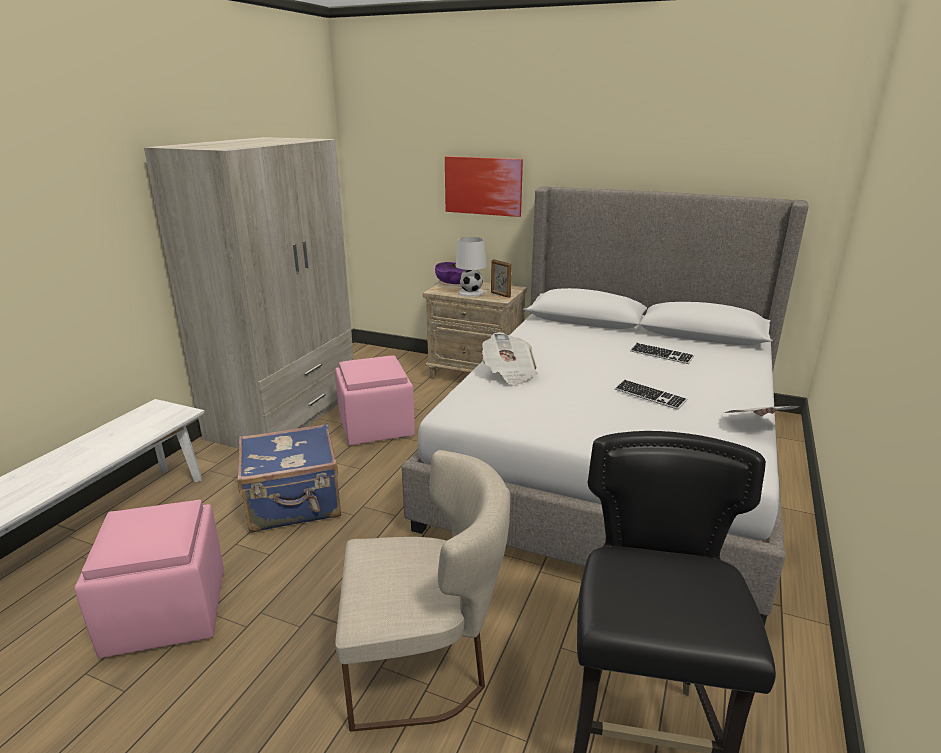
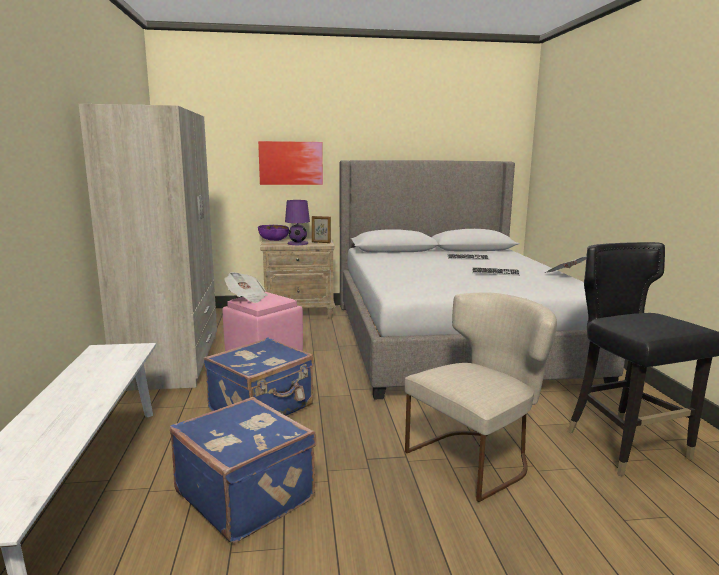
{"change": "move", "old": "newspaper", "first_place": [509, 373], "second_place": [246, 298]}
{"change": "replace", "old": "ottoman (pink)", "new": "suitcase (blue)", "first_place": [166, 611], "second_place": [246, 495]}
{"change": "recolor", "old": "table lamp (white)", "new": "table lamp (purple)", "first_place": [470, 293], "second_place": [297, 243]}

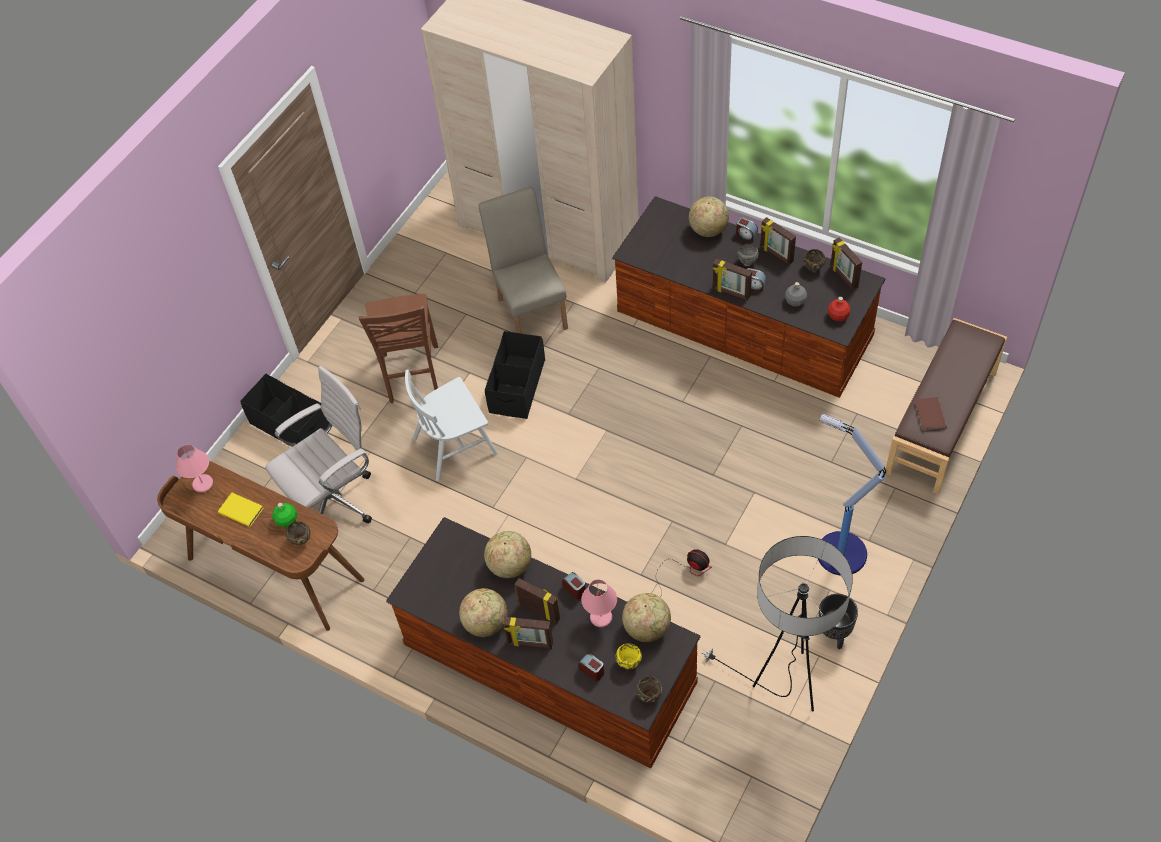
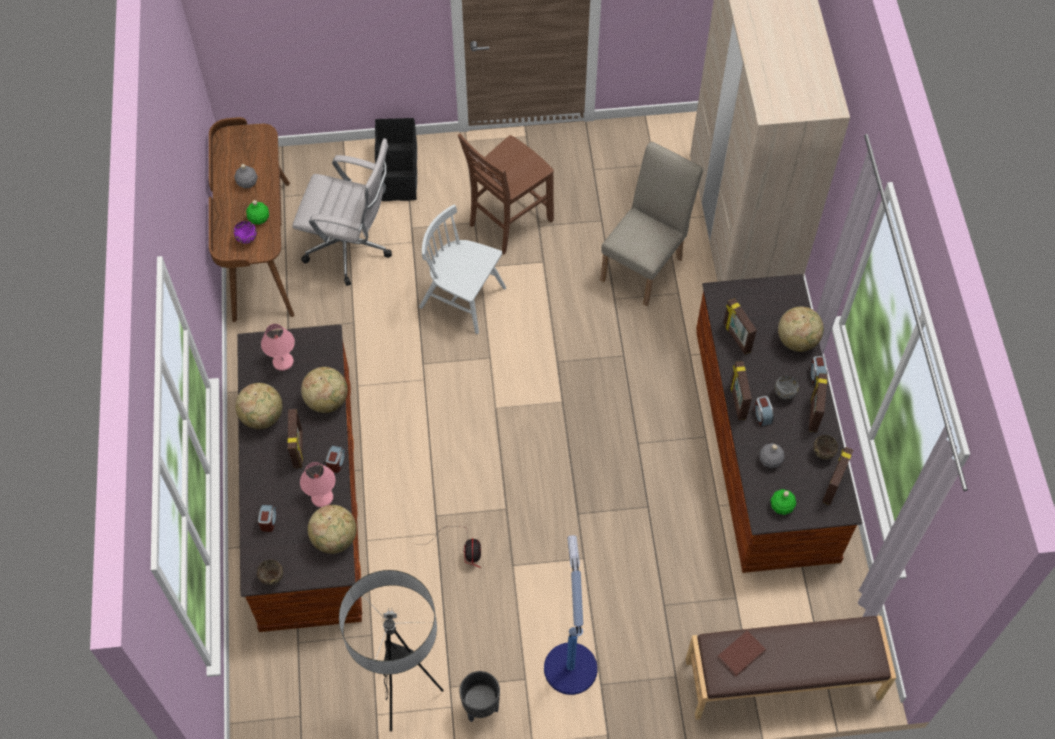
{"change": "delete", "old": "storage box (black)", "first_place": [517, 386]}
{"change": "delete", "old": "bowl (yellow)", "first_place": [629, 662]}
{"change": "move", "old": "table lamp (pink)", "first_place": [203, 484], "second_place": [282, 362]}
{"change": "move", "old": "picture frame", "first_place": [530, 644], "second_place": [736, 338]}
{"change": "replace", "old": "book (yellow)", "new": "bottle (grey)", "first_place": [241, 509], "second_place": [247, 182]}
{"change": "recolor", "old": "bowl (brown)", "new": "bowl (purple)", "first_place": [301, 540], "second_place": [247, 240]}
{"change": "recolor", "old": "bottle (red)", "new": "bottle (green)", "first_place": [838, 316], "second_place": [781, 506]}

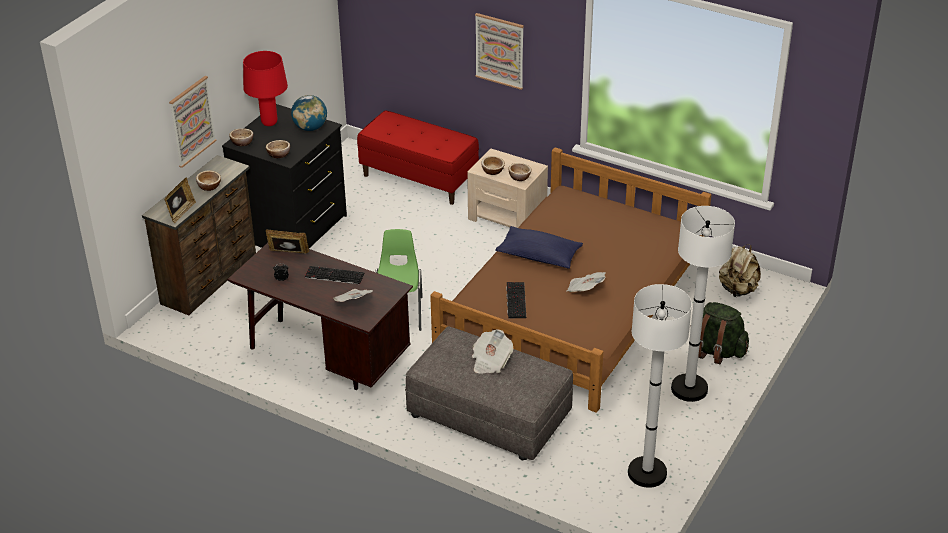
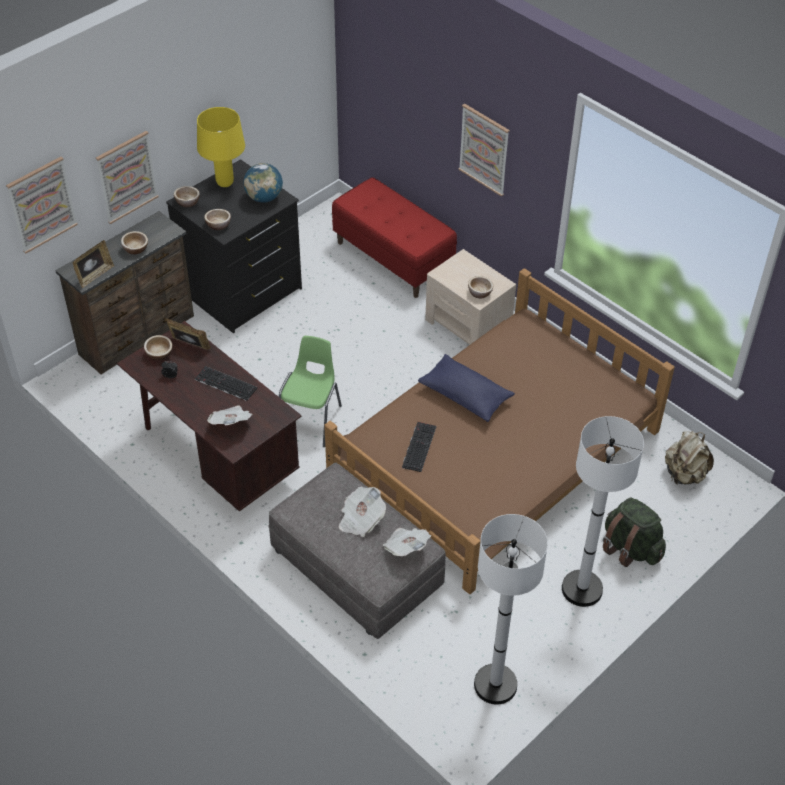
{"change": "insert", "new": "picture", "second_place": [41, 204]}
{"change": "move", "old": "bowl", "first_place": [492, 171], "second_place": [159, 354]}
{"change": "move", "old": "newspaper", "first_place": [585, 290], "second_place": [406, 547]}
{"change": "recolor", "old": "table lamp (red)", "new": "table lamp (yellow)", "first_place": [269, 123], "second_place": [225, 182]}

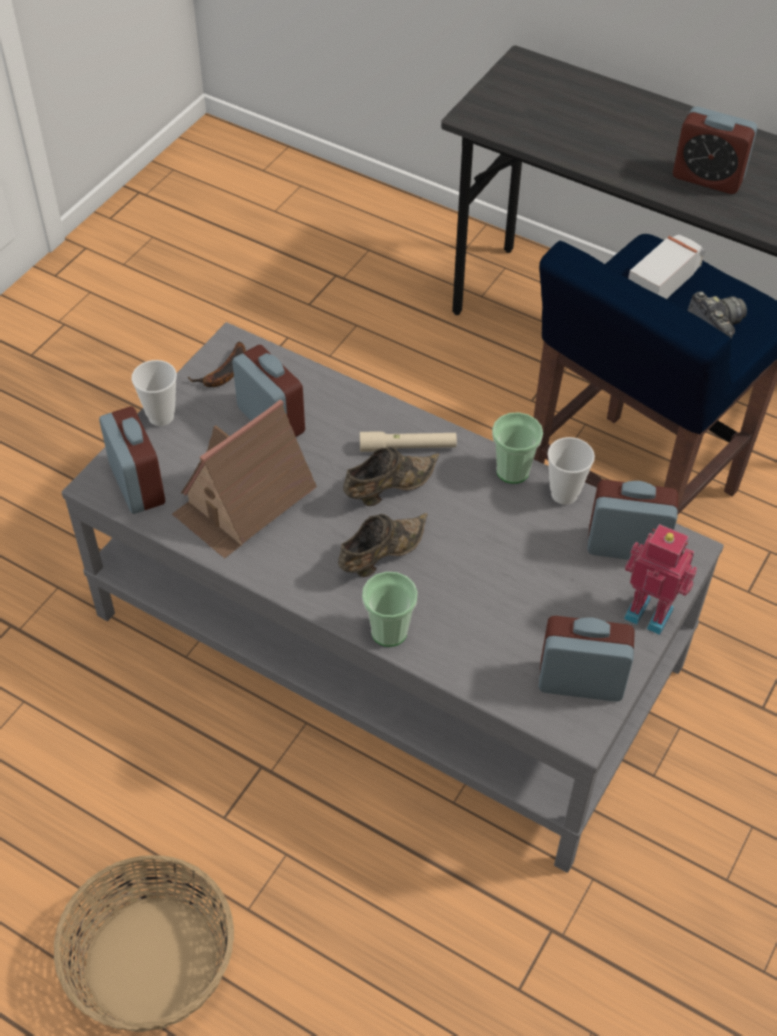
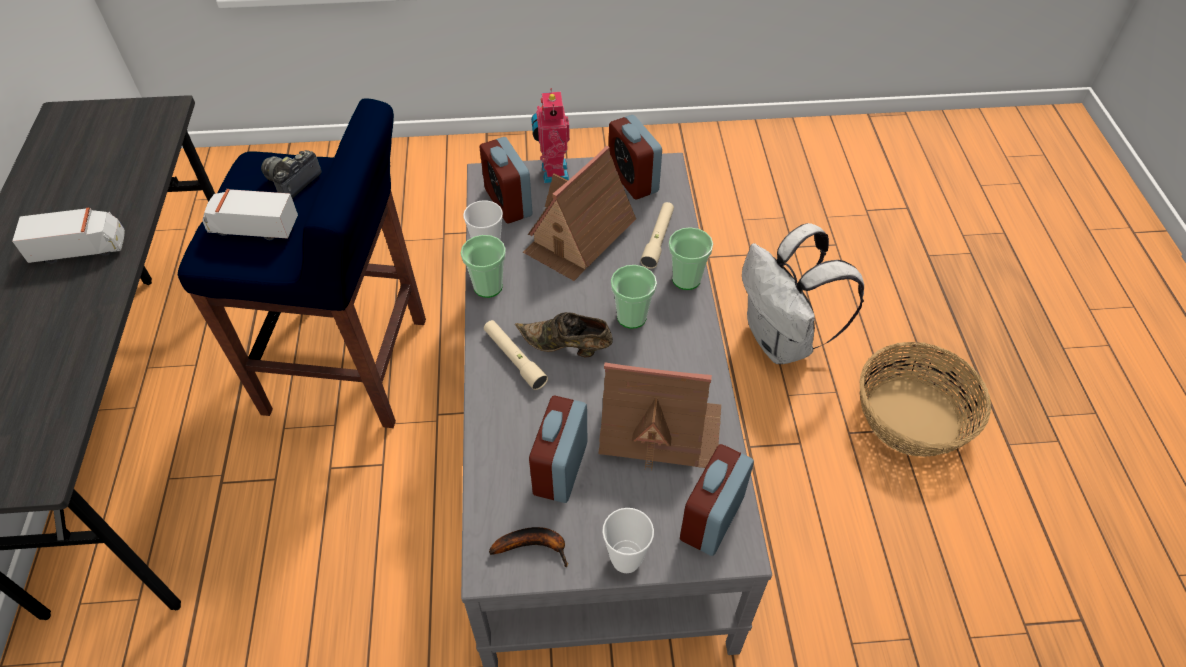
{"change": "insert", "new": "toy house", "second_place": [578, 237]}
{"change": "insert", "new": "flashlight (beige)", "second_place": [658, 239]}
{"change": "insert", "new": "backpack (white)", "second_place": [782, 341]}
{"change": "replace", "old": "shoe (brown)", "new": "cup", "first_place": [380, 556], "second_place": [631, 317]}
{"change": "replace", "old": "alarm clock", "new": "toy truck", "first_place": [707, 178], "second_place": [80, 248]}

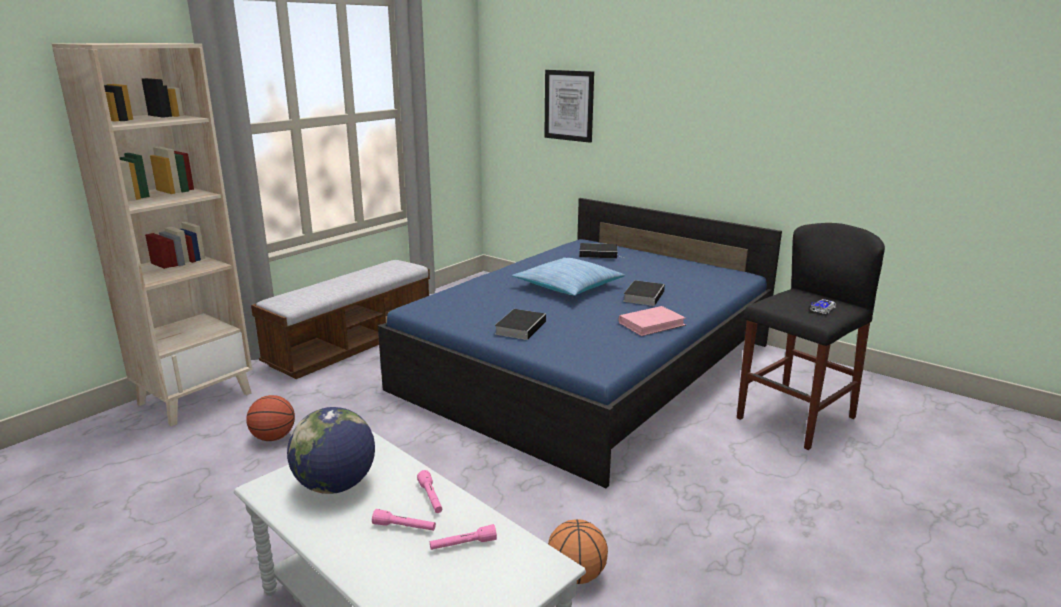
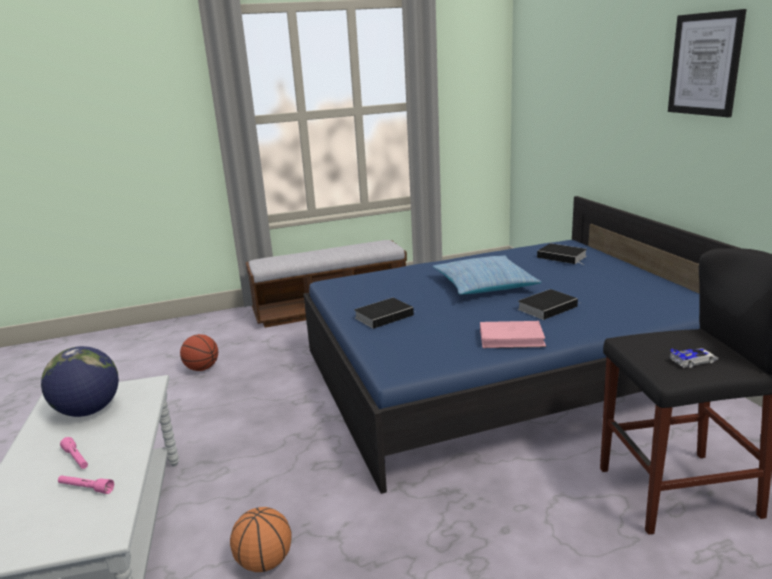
{"change": "delete", "old": "bookcase (beige)", "first_place": [195, 398]}
{"change": "delete", "old": "flashlight (pink)", "first_place": [431, 498]}
{"change": "move", "old": "picture", "first_place": [569, 105], "second_place": [705, 64]}

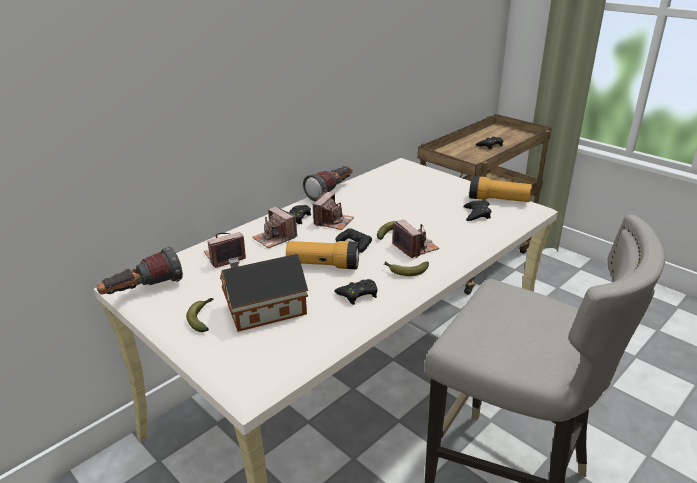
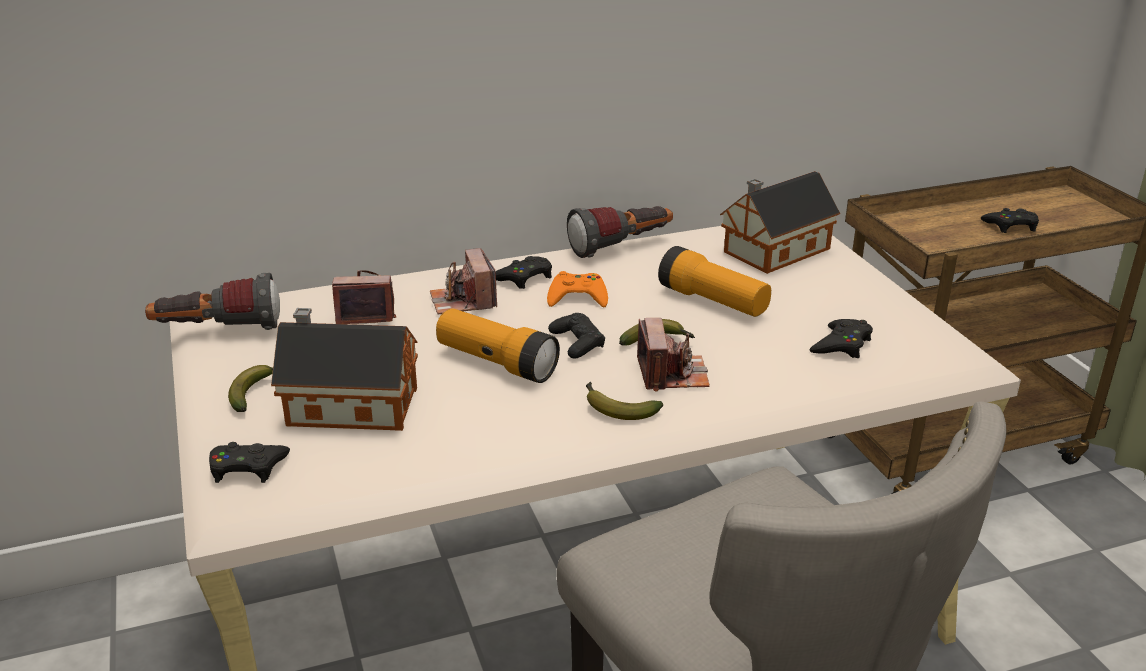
{"change": "insert", "new": "toy house", "second_place": [772, 251]}
{"change": "move", "old": "game controller (black)", "first_place": [358, 294], "second_place": [247, 467]}
{"change": "move", "old": "flashlight", "first_place": [498, 200], "second_place": [713, 302]}
{"change": "replace", "old": "photo camera", "new": "game controller (orange)", "first_place": [333, 221], "second_place": [577, 297]}

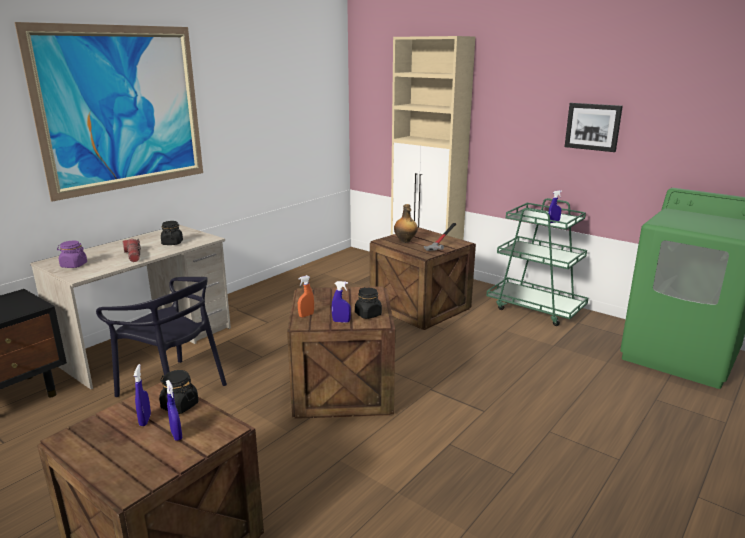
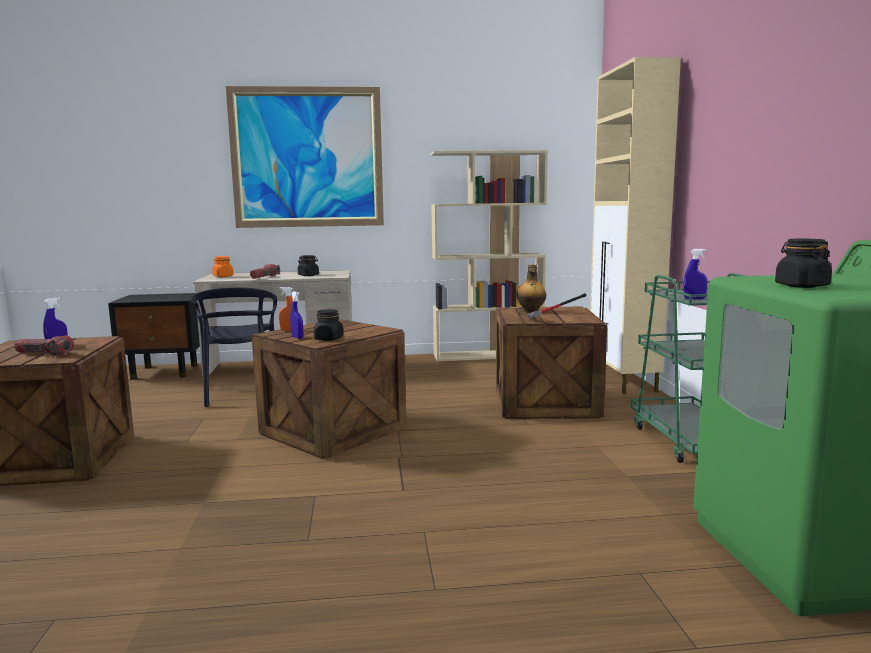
{"change": "delete", "old": "picture", "first_place": [593, 126]}
{"change": "insert", "new": "bookcase (beige)", "second_place": [488, 355]}
{"change": "move", "old": "jar (black)", "first_place": [179, 406], "second_place": [801, 286]}
{"change": "replace", "old": "spray bottle (blue)", "new": "flashlight", "first_place": [176, 435], "second_place": [44, 354]}
{"change": "recolor", "old": "jar (purple)", "new": "jar (orange)", "first_place": [73, 265], "second_place": [223, 276]}

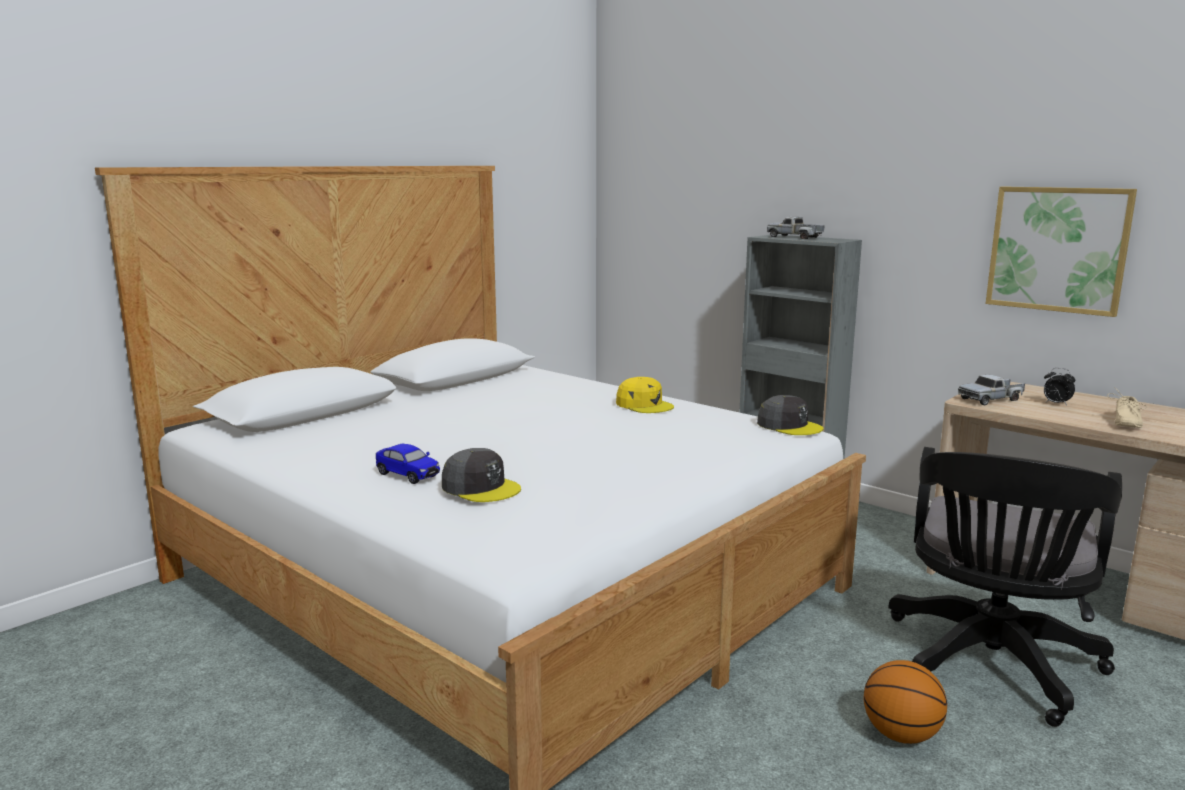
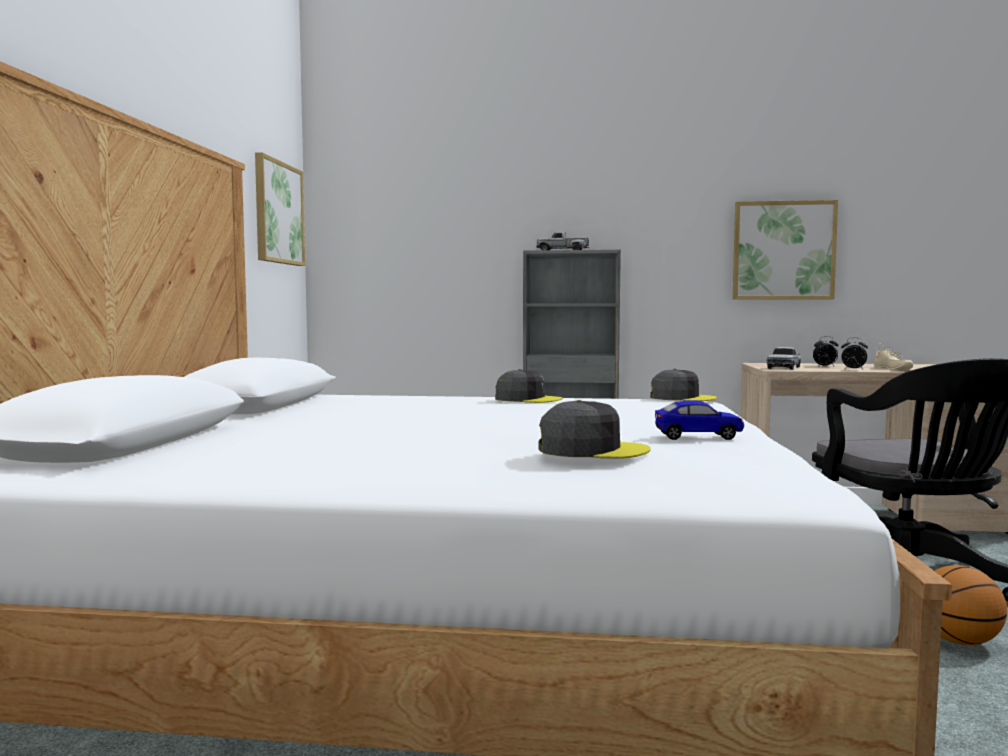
{"change": "insert", "new": "picture", "second_place": [278, 213]}
{"change": "insert", "new": "alarm clock", "second_place": [853, 369]}
{"change": "move", "old": "toy car", "first_place": [408, 475], "second_place": [698, 437]}
{"change": "recolor", "old": "cap (yellow)", "new": "cap (grey)", "first_place": [644, 405], "second_place": [527, 399]}

